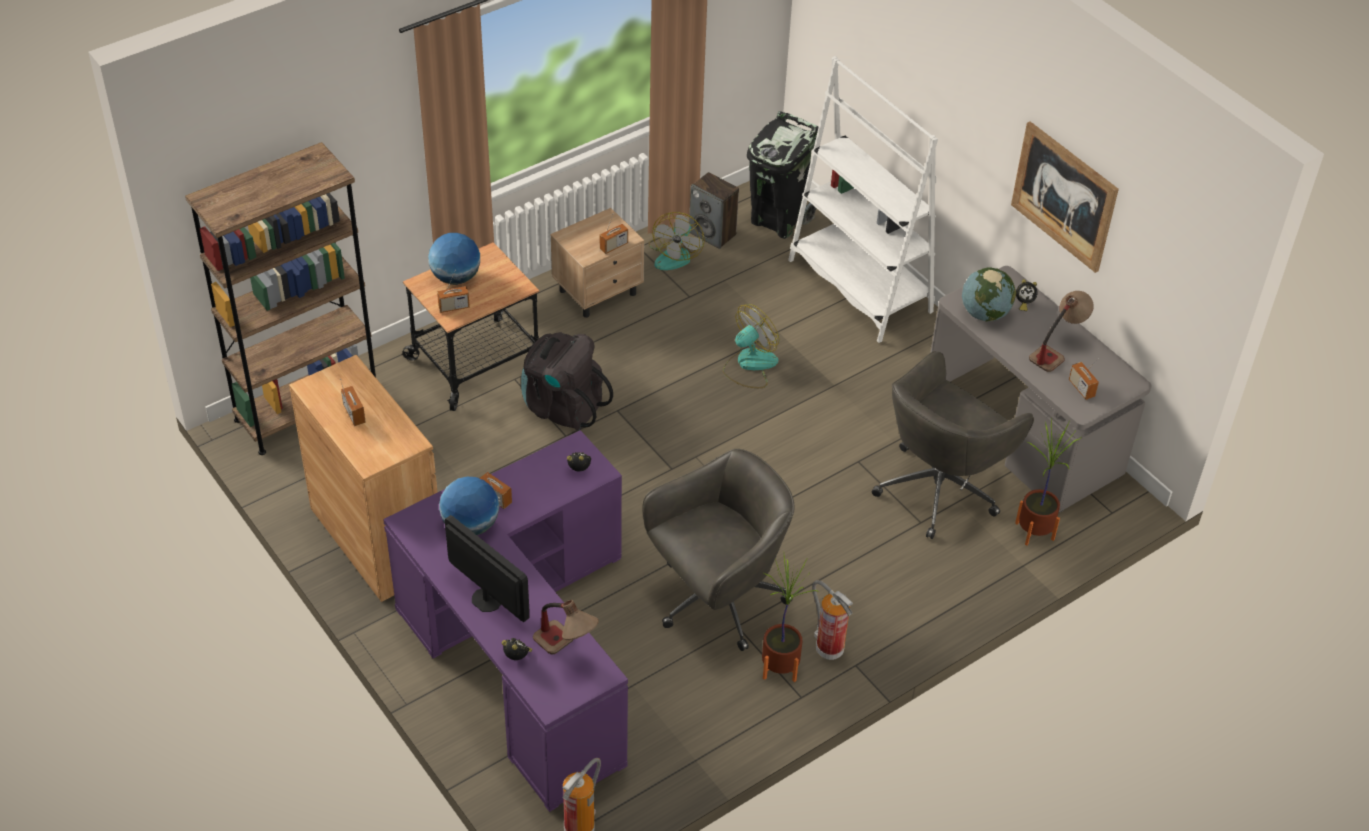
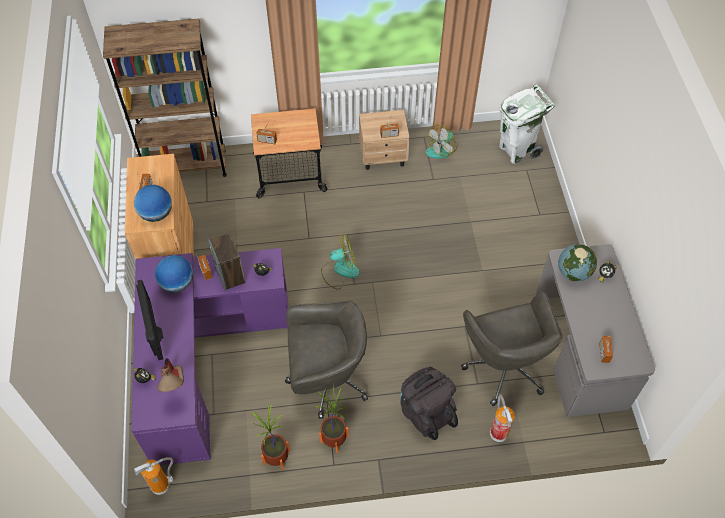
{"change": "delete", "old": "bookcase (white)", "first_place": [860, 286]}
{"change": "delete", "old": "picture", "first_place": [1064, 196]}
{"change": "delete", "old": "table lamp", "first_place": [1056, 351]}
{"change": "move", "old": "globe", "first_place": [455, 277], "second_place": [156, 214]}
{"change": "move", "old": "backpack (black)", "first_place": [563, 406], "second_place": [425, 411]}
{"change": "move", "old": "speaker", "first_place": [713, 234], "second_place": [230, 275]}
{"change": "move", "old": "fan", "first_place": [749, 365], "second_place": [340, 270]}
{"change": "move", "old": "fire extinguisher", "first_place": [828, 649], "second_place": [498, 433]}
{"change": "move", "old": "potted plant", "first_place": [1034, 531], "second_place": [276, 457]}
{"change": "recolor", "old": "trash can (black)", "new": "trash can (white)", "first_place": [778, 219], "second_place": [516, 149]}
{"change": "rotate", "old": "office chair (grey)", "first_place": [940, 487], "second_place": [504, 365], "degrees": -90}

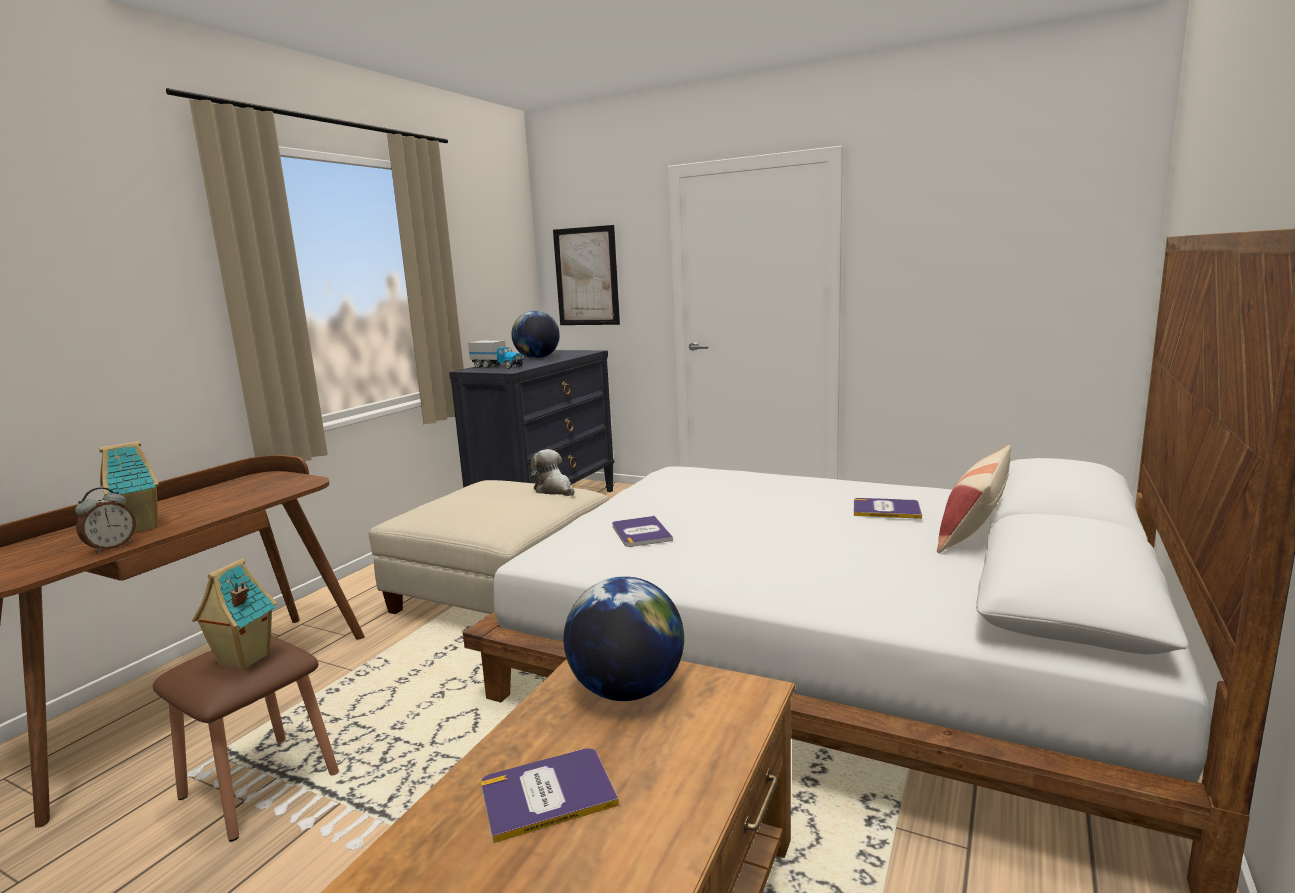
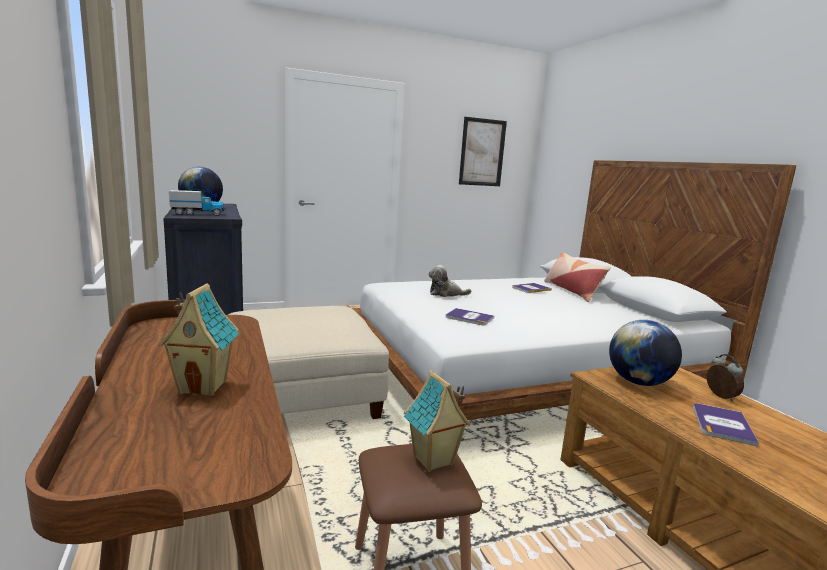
{"change": "move", "old": "alarm clock", "first_place": [111, 547], "second_place": [720, 396]}
{"change": "move", "old": "plush toy", "first_place": [554, 490], "second_place": [445, 294]}
{"change": "move", "old": "picture", "first_place": [586, 276], "second_place": [482, 152]}

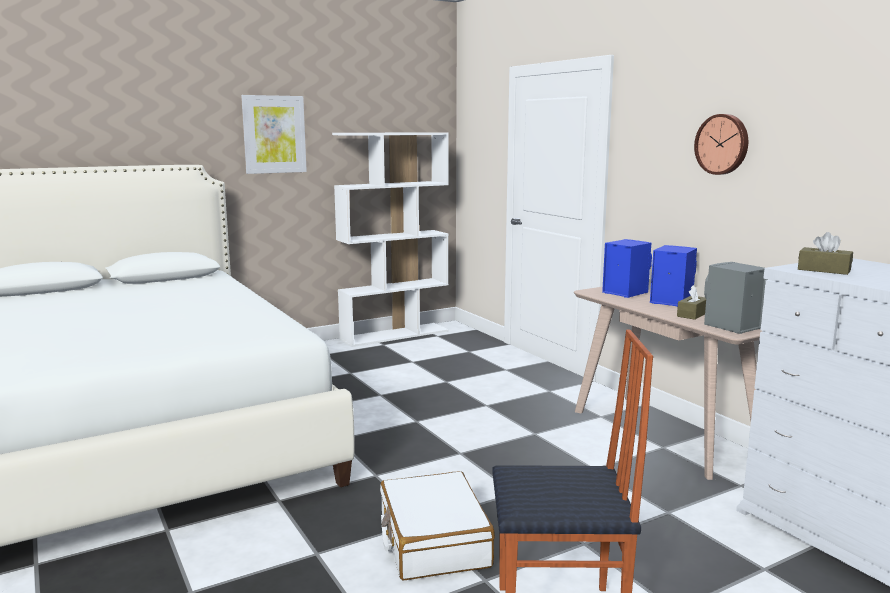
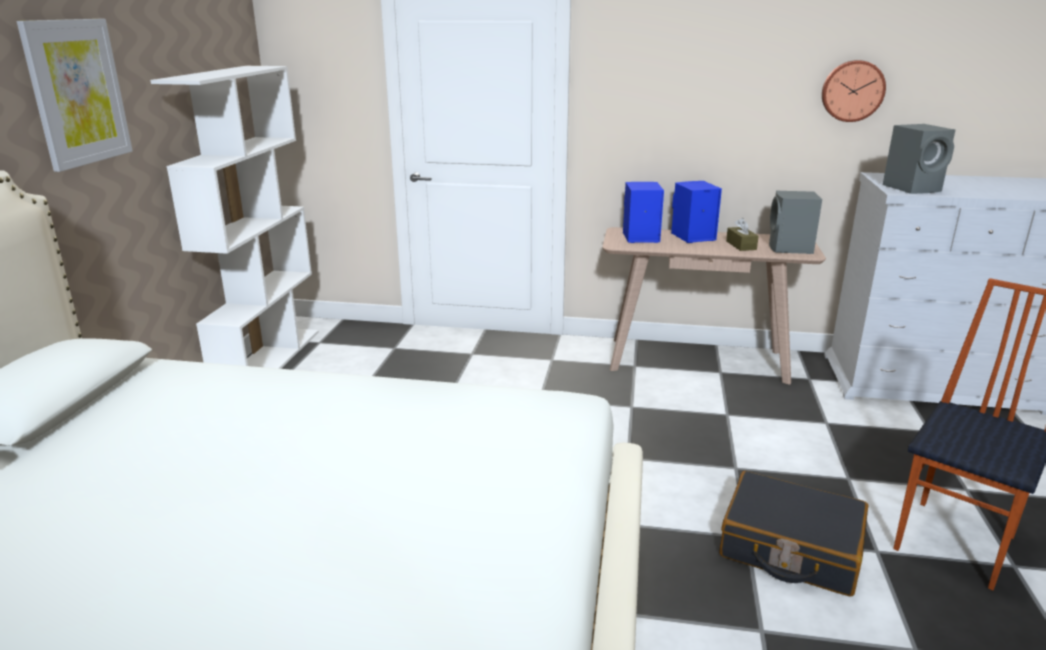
{"change": "move", "old": "wall clock", "first_place": [723, 144], "second_place": [852, 91]}
{"change": "replace", "old": "tissue box (brown)", "new": "speaker (grey)", "first_place": [824, 270], "second_place": [913, 188]}
{"change": "recolor", "old": "suitcase (white)", "new": "suitcase (black)", "first_place": [433, 541], "second_place": [790, 548]}

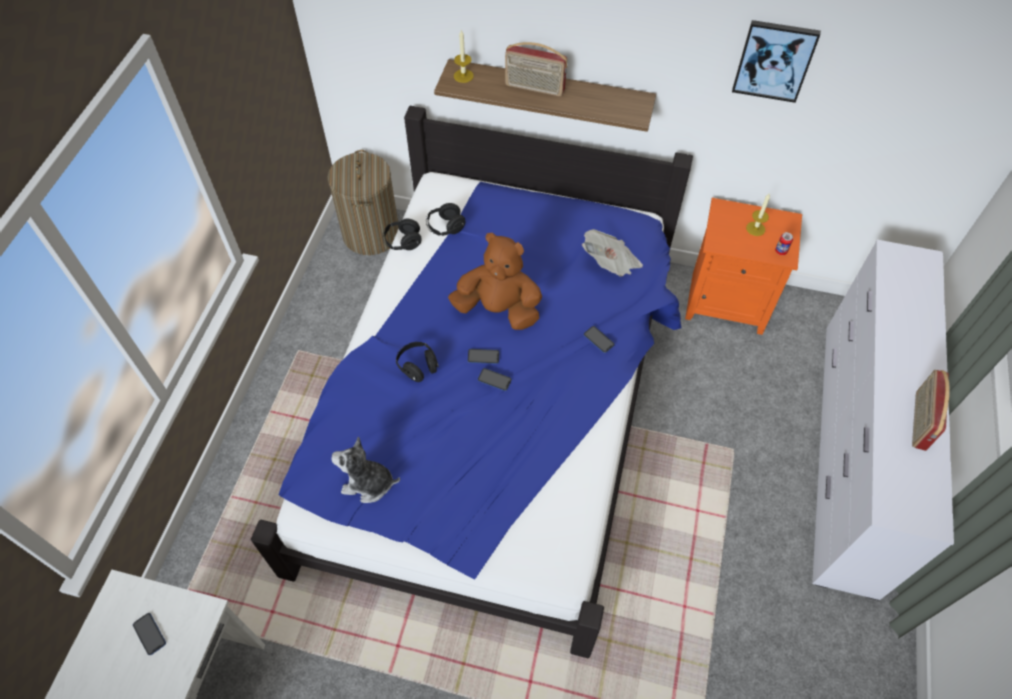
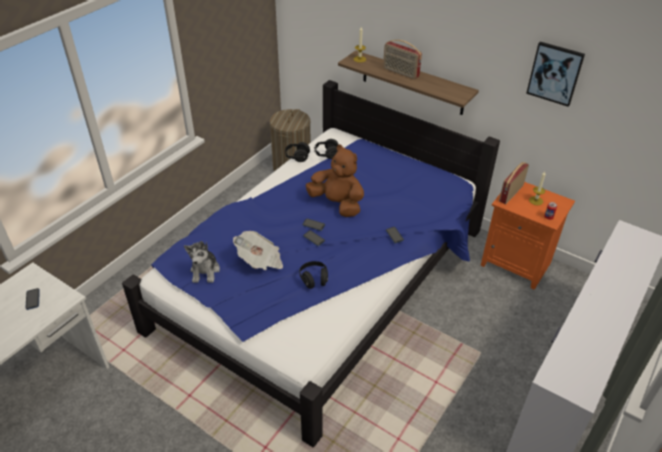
{"change": "move", "old": "headphones (black)", "first_place": [418, 366], "second_place": [314, 279]}
{"change": "move", "old": "newspaper", "first_place": [611, 264], "second_place": [260, 261]}
{"change": "move", "old": "radio", "first_place": [919, 421], "second_place": [510, 193]}
{"change": "rotate", "old": "plush toy", "first_place": [368, 483], "second_place": [205, 271], "degrees": -120}

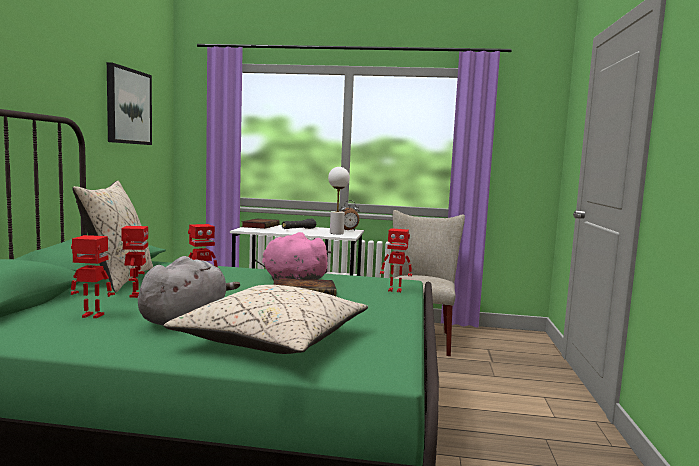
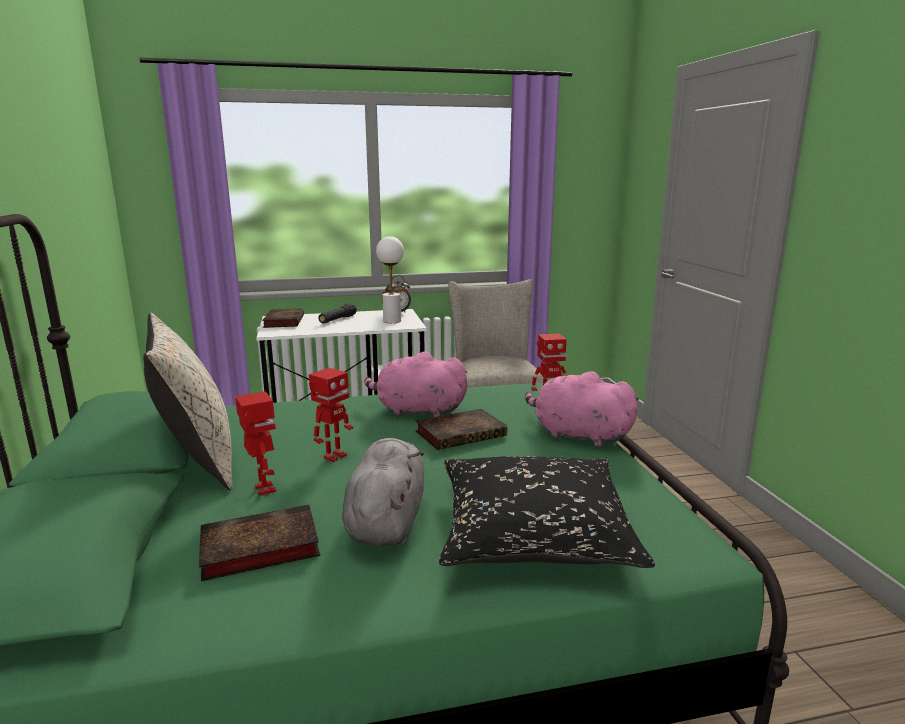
{"change": "delete", "old": "picture", "first_place": [128, 106]}
{"change": "insert", "new": "plush toy (pink)", "second_place": [577, 435]}
{"change": "replace", "old": "toy robot", "new": "book", "first_place": [92, 316], "second_place": [256, 549]}
{"change": "recolor", "old": "pillow (beige)", "new": "pillow (black)", "first_place": [272, 341], "second_place": [533, 534]}

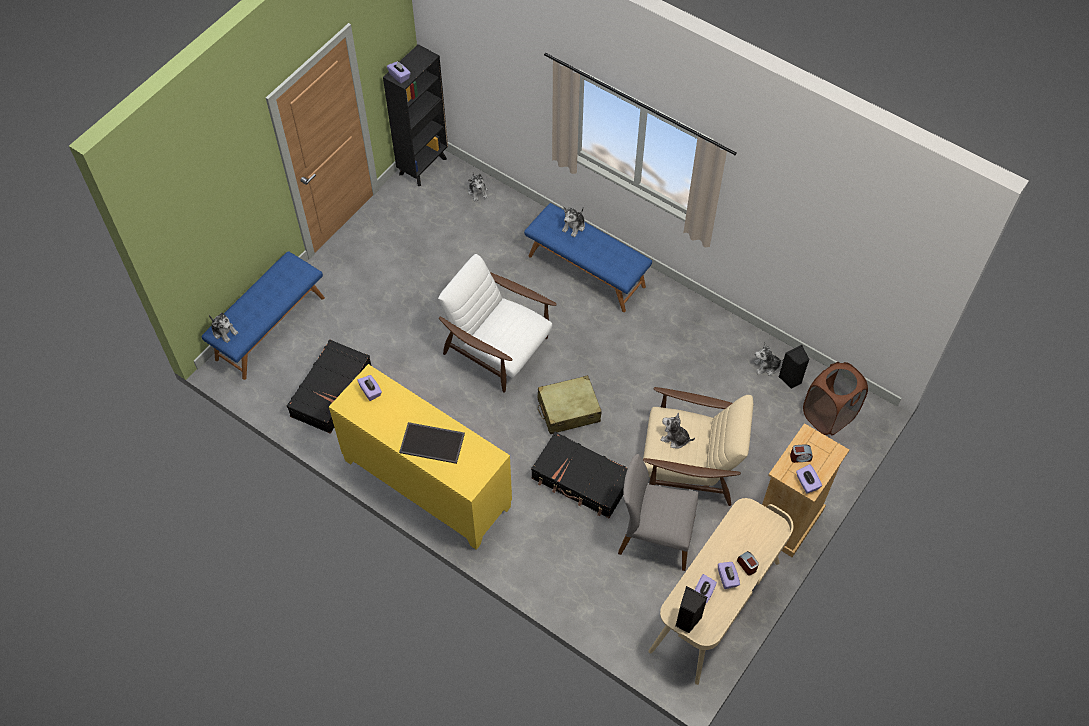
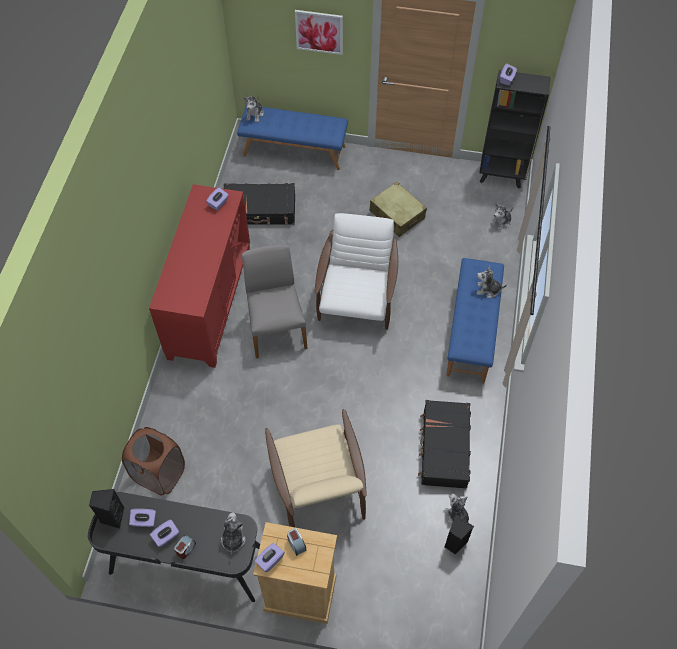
{"change": "delete", "old": "tray", "first_place": [433, 442]}
{"change": "insert", "new": "picture", "second_place": [319, 31]}
{"change": "move", "old": "suitcase (black)", "first_place": [581, 480], "second_place": [444, 448]}
{"change": "move", "old": "suitcase (beige)", "first_place": [568, 410], "second_place": [397, 215]}
{"change": "move", "old": "chair (grey)", "first_place": [655, 535], "second_place": [276, 328]}
{"change": "move", "old": "plush toy", "first_place": [675, 438], "second_place": [233, 538]}
{"change": "move", "old": "laundry basket (brown)", "first_place": [828, 415], "second_place": [159, 474]}
{"change": "recolor", "old": "cabinet (yellow)", "new": "cabinet (red)", "first_place": [426, 484], "second_place": [209, 303]}
{"change": "recolor", "old": "desk (beige)", "new": "desk (black)", "first_place": [716, 607], "second_place": [187, 562]}

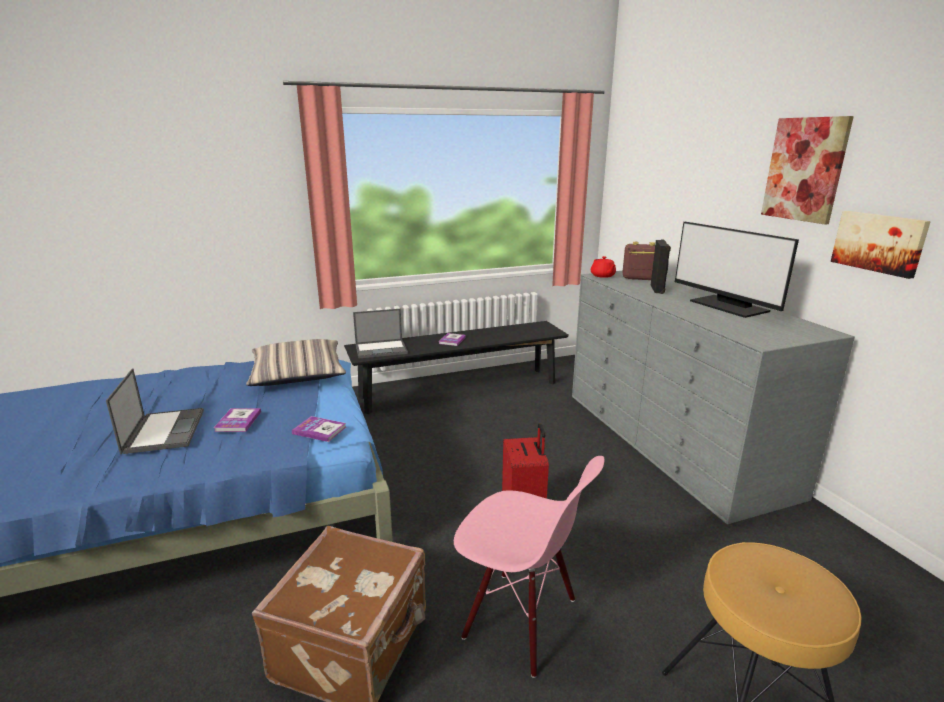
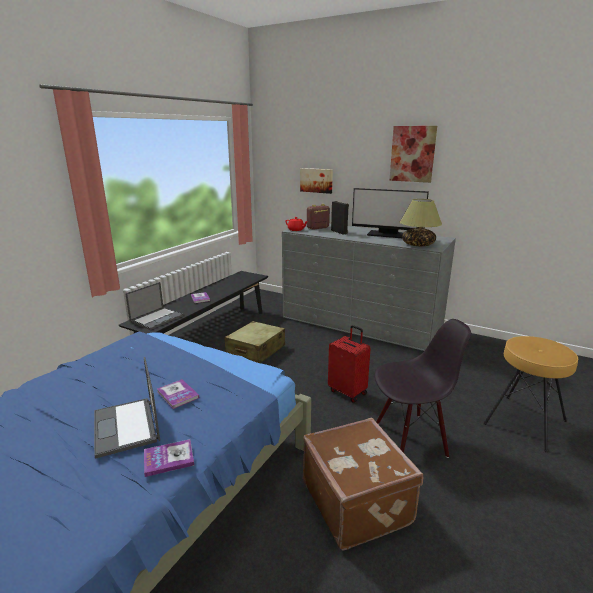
{"change": "delete", "old": "pillow", "first_place": [297, 374]}
{"change": "insert", "new": "suitcase (beige)", "second_place": [255, 350]}
{"change": "insert", "new": "table lamp", "second_place": [417, 244]}
{"change": "move", "old": "book", "first_place": [319, 430], "second_place": [168, 459]}
{"change": "move", "old": "picture", "first_place": [879, 242], "second_place": [316, 180]}
{"change": "recolor", "old": "chair (pink)", "new": "chair (black)", "first_place": [520, 620], "second_place": [410, 438]}
{"change": "rotate", "old": "laptop", "first_place": [164, 430], "second_place": [126, 427], "degrees": -150}

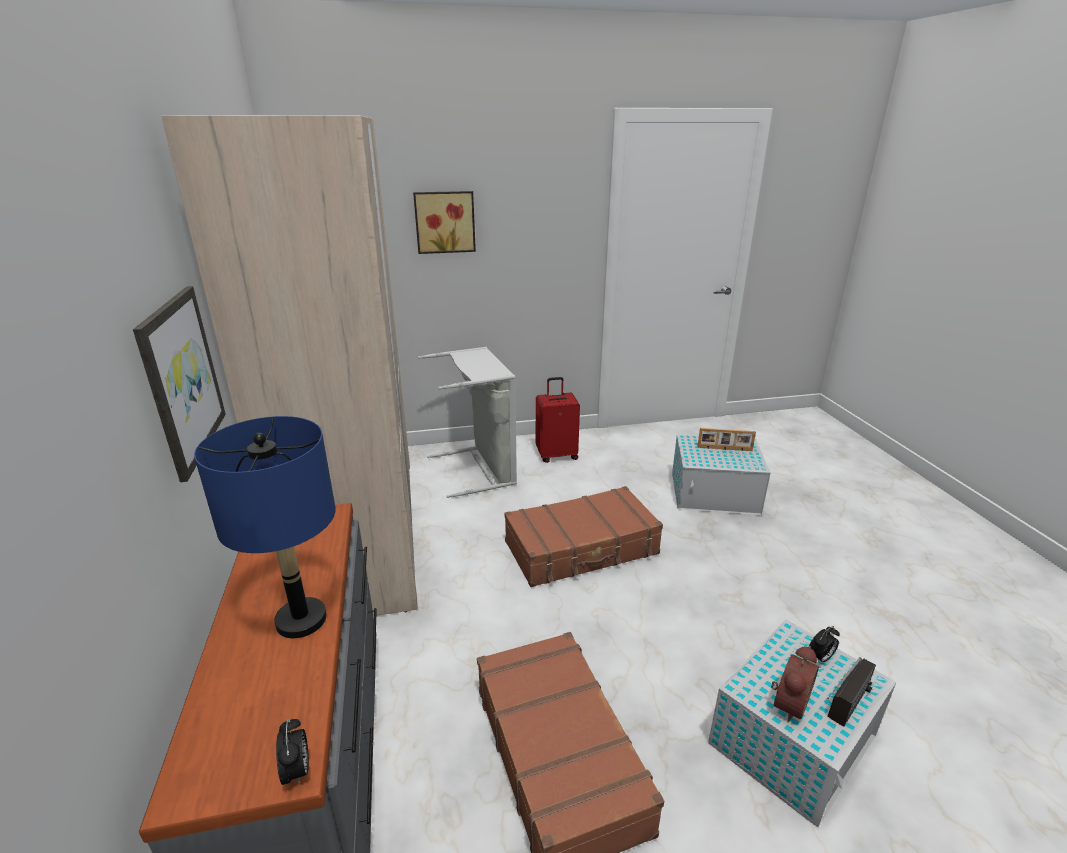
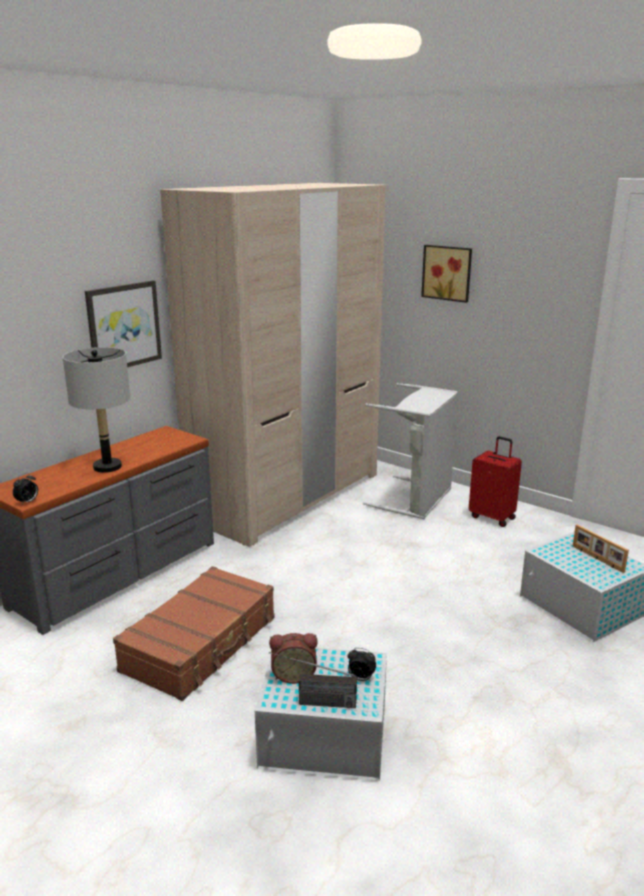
{"change": "delete", "old": "suitcase (brown)", "first_place": [582, 549]}
{"change": "recolor", "old": "table lamp (blue)", "new": "table lamp (grey)", "first_place": [301, 620], "second_place": [108, 467]}

